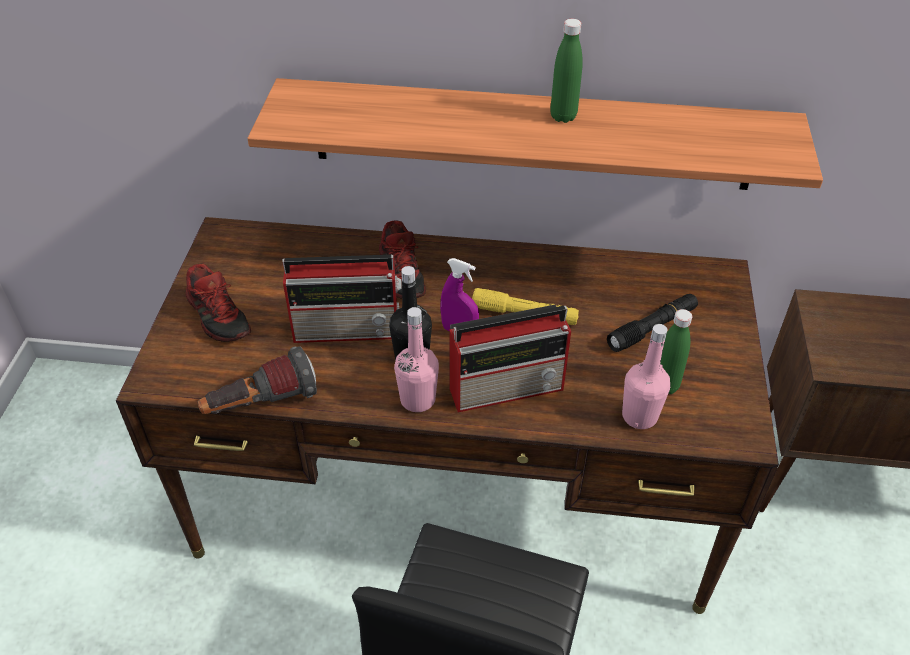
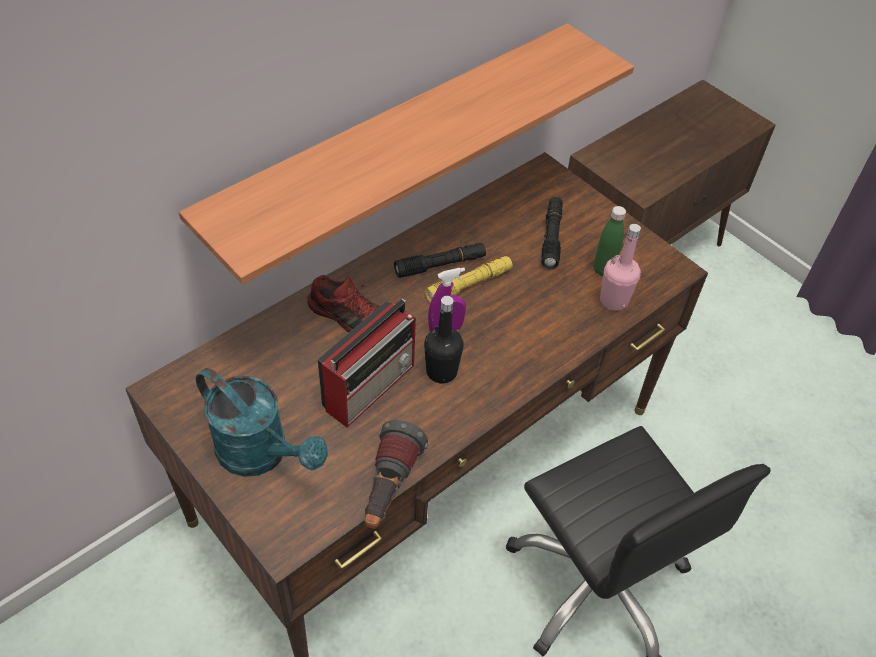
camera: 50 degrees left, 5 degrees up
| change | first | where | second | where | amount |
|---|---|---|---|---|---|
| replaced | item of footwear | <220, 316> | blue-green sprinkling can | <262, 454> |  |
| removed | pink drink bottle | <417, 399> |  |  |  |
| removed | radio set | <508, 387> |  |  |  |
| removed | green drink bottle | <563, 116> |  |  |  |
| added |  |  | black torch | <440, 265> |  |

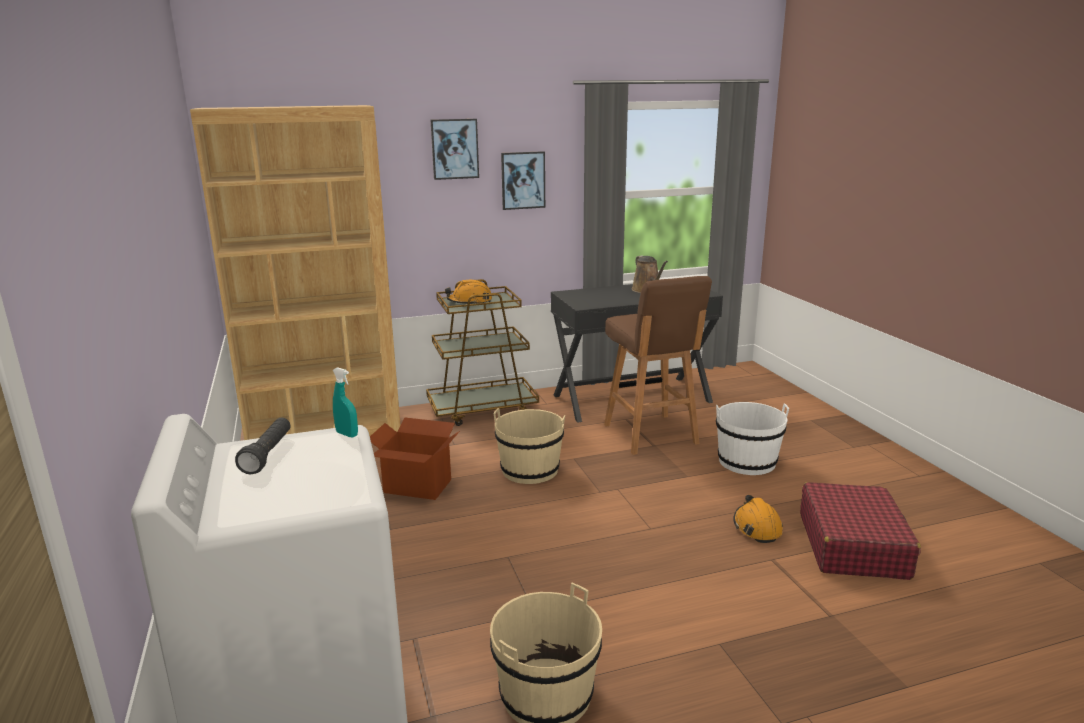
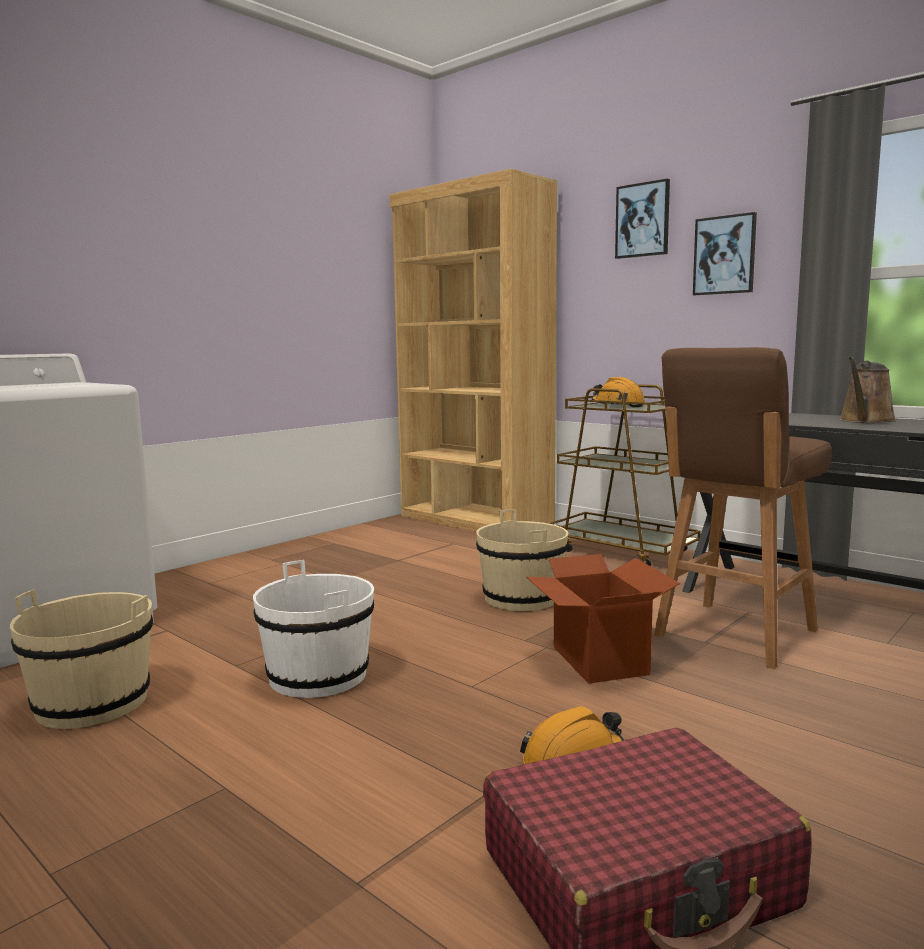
camera: 60 degrees right, 10 degrees down
| change | first | where | second | where | amount |
|---|---|---|---|---|---|
| removed | black torch | <268, 455> |  |  |  |
| removed | blue-green hand sprayer | <347, 434> |  |  |  |
| moved | carton | <417, 487> |  | <598, 661> |  |
| moved | white water bucket | <747, 462> |  | <318, 676> |  |

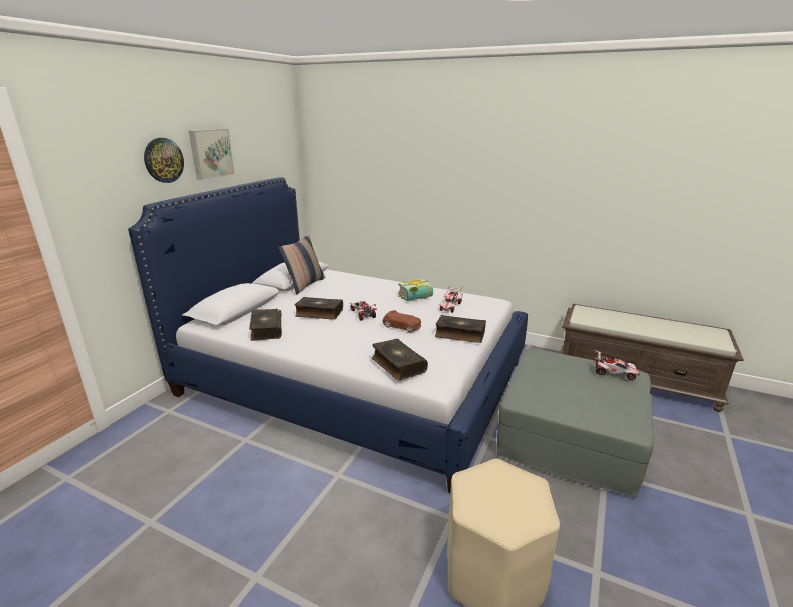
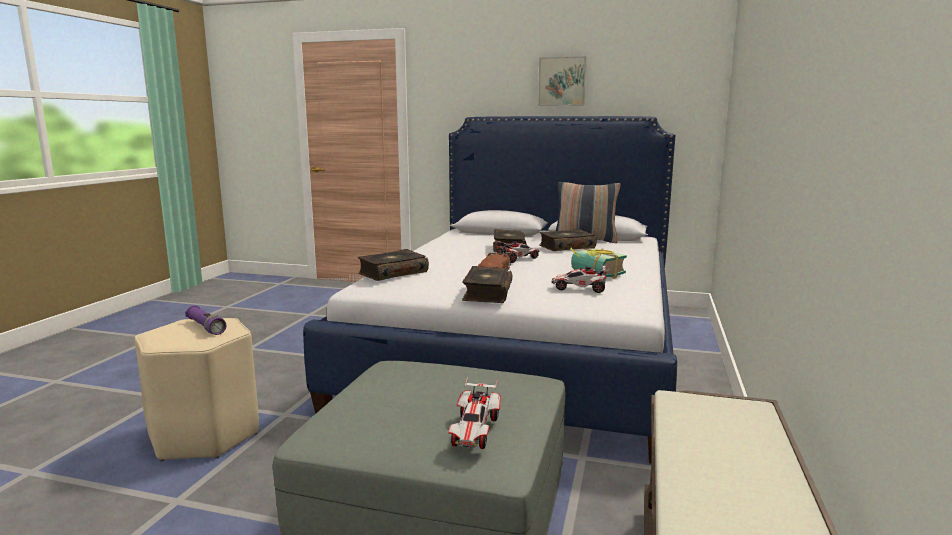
camera: 80 degrees right, 10 degrees down
| change | first | where | second | where | amount |
|---|---|---|---|---|---|
| removed | wall clock | <163, 160> |  |  |  |
| moved | book | <266, 330> |  | <566, 247> |  |
| added |  |  | purple-coloured torch | <206, 327> |  |

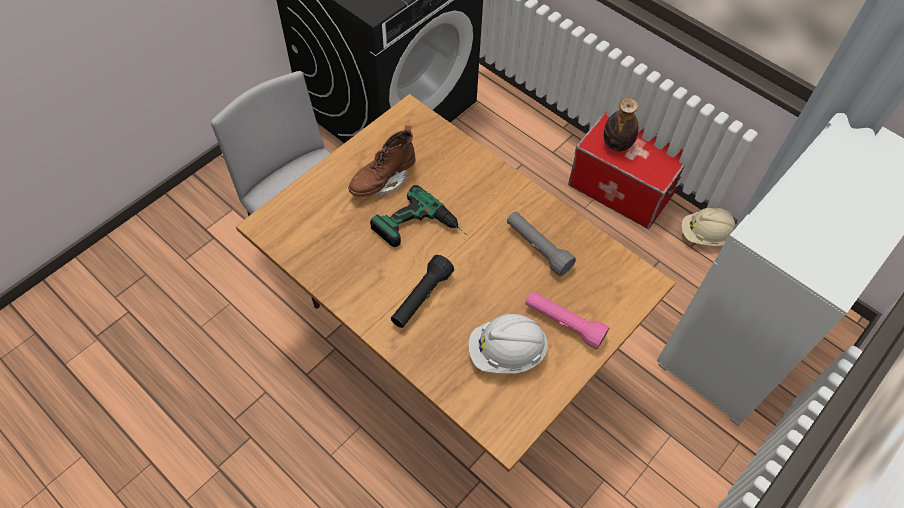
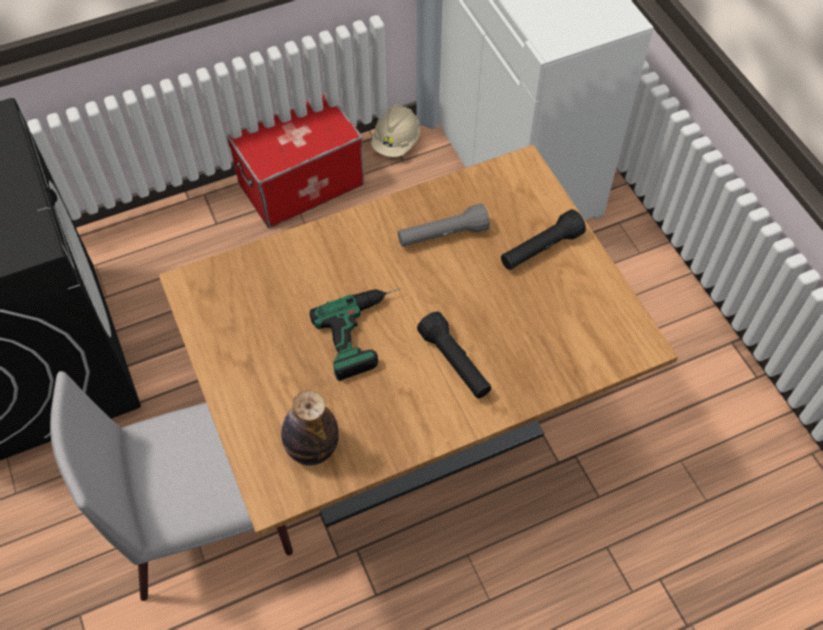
camera: 65 degrees left, 0 degrees up
| change | first | where | second | where | amount |
|---|---|---|---|---|---|
| removed | brown-coloured boot | <383, 180> |  |  |  |
| removed | white hard hat | <506, 353> |  |  |  |
| recoloured | pink torch | <563, 323> | black torch | <540, 249> |  |
| moved | drink bottle | <616, 144> |  | <312, 448> |  |

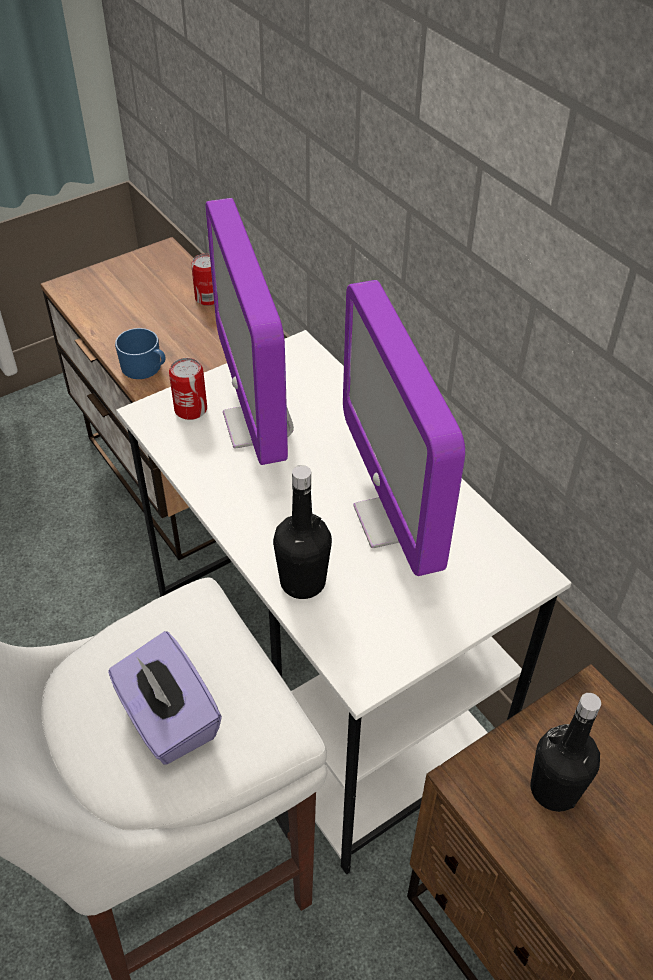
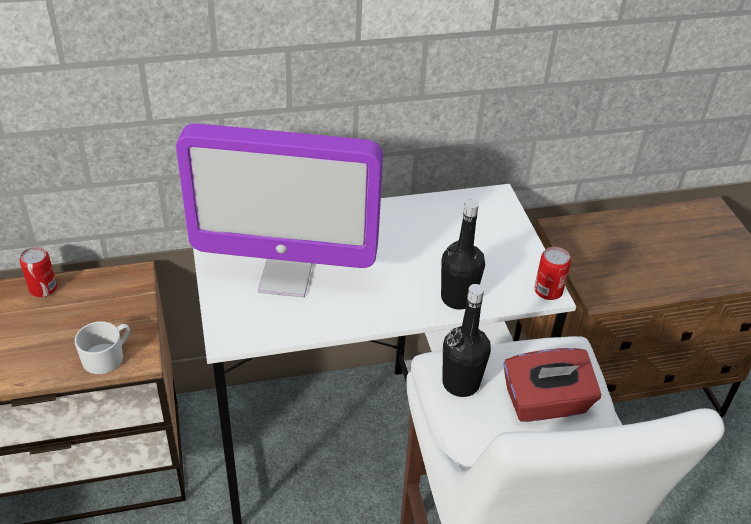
camera: 70 degrees left, 5 degrees down
| change | first | where | second | where | amount |
|---|---|---|---|---|---|
| recoloured | purple-coloured box of tissues | <168, 719> | red box of tissues | <546, 403> |  |
| recoloured | blue mug | <145, 368> | white mug | <108, 356> |  |
| moved | can | <190, 409> |  | <548, 290> |  |
| removed | monitor | <393, 520> |  |  |  |
| moved | black drink bottle | <554, 789> |  | <460, 383> |  |

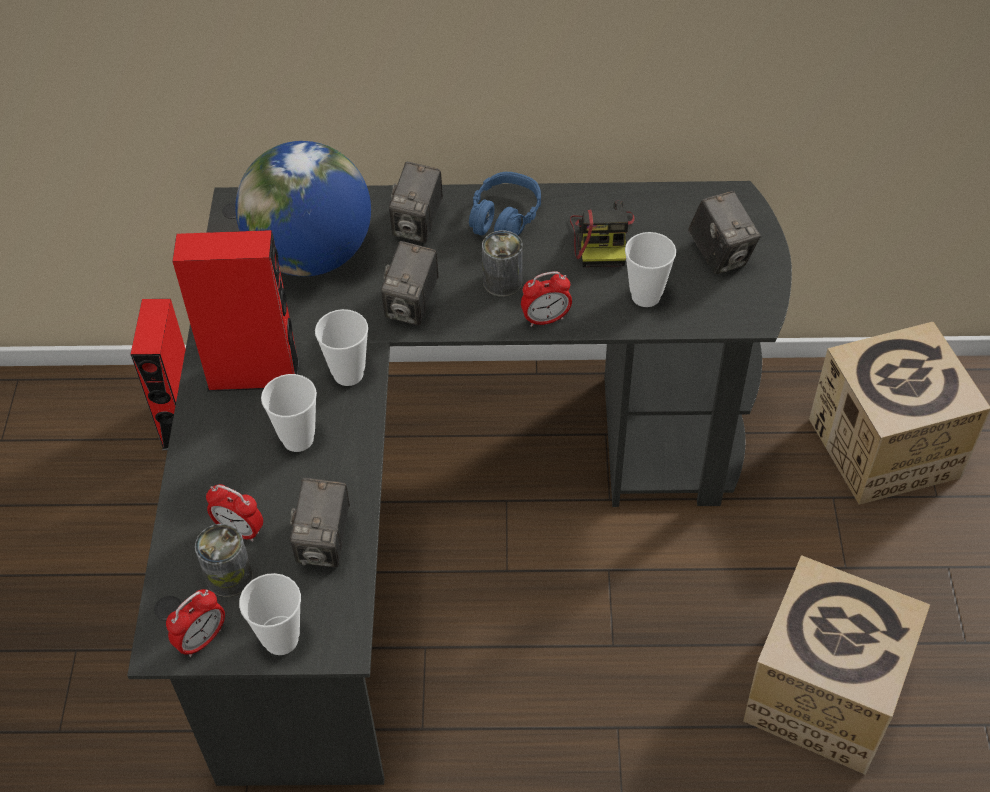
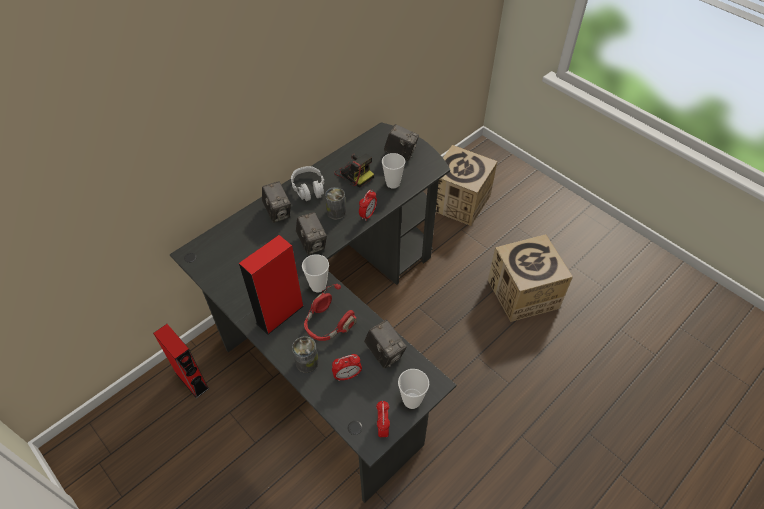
camera: 45 degrees left, 0 degrees up
| change | first | where | second | where | amount |
|---|---|---|---|---|---|
| moved | can | <229, 576> |  | <307, 362> |  |
| removed | desk globe | <312, 255> |  |  |  |
| replaced | cup | <298, 439> | red headset | <328, 324> |  |
| recoloured | blue headset | <504, 217> | gray headset | <309, 188> |  |

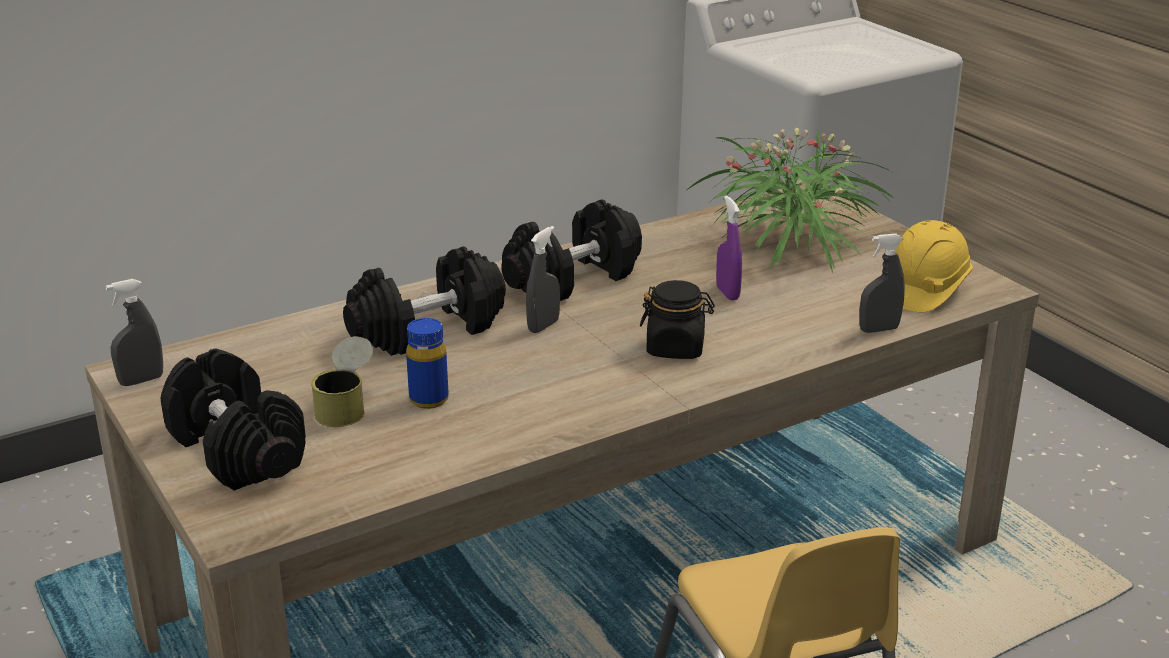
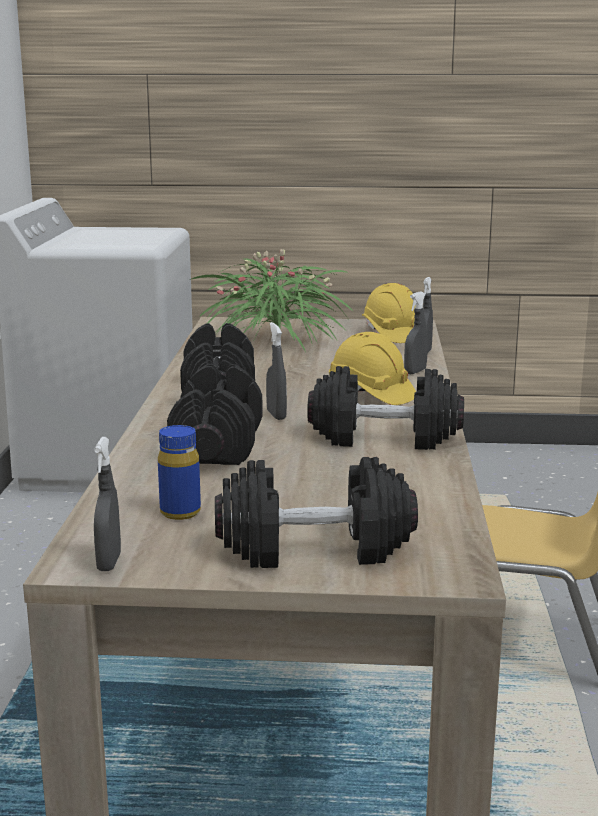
camera: 55 degrees left, 10 degrees down
| change | first | where | second | where | amount |
|---|---|---|---|---|---|
| removed | can | <347, 406> |  |  |  |
| moved | blue drink bottle | <429, 400> |  | <180, 512> |  |
| replaced | black preserve jar | <675, 348> | yellow hard hat | <371, 394> |  |
| removed | purple-coloured hand sprayer | <727, 293> |  |  |  |
| added |  |  | black free weight | <385, 437> |  |
| added |  |  | gray hand sprayer | <415, 371> |  |

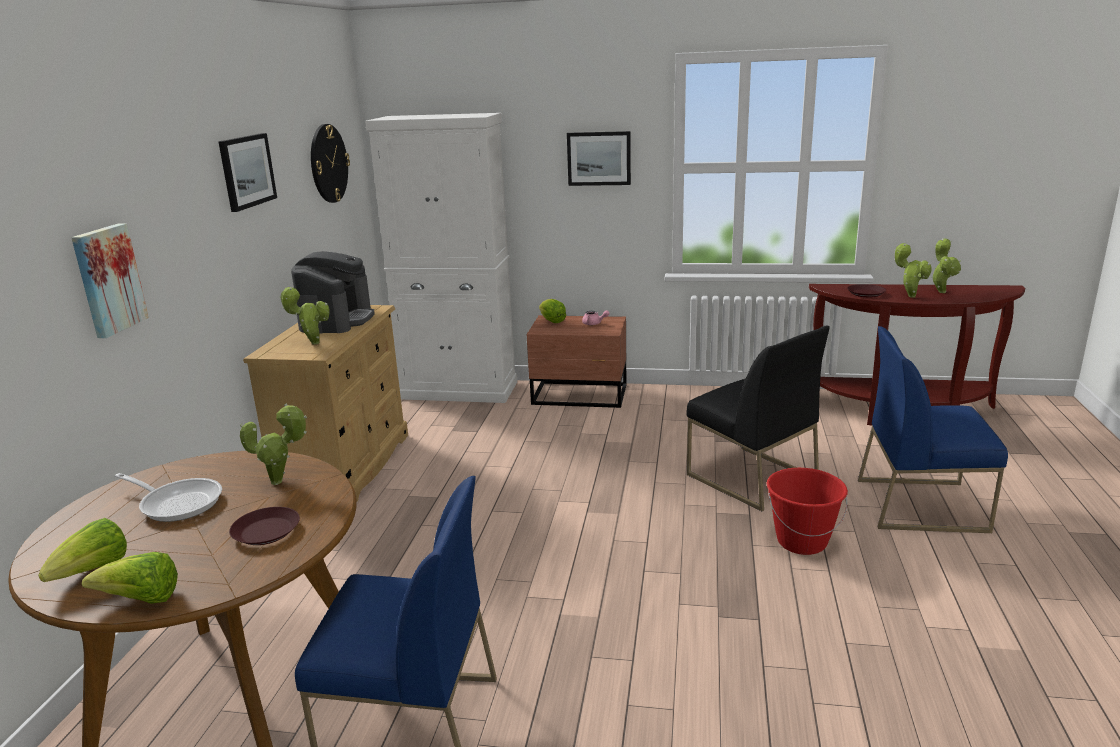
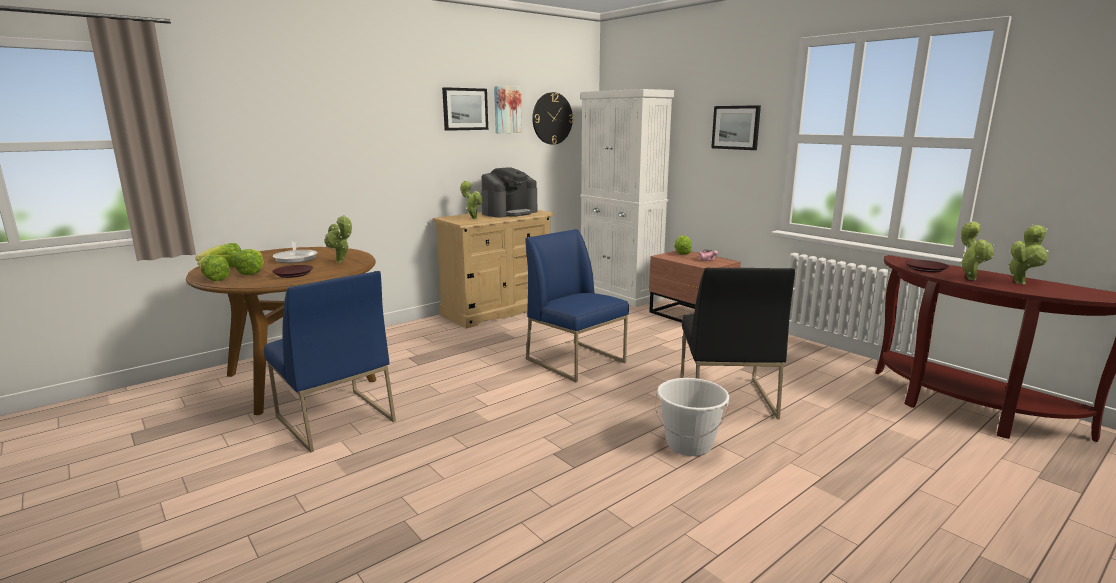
camera: 40 degrees right, 5 degrees down
| change | first | where | second | where | amount |
|---|---|---|---|---|---|
| moved | picture | <107, 279> |  | <507, 110> |  |
| recoloured | red water bucket | <801, 541> | white water bucket | <689, 445> |  |
| moved | blue plain chair | <921, 504> |  | <576, 361> |  |
| added |  |  | head of lettuce | <252, 272> |  |

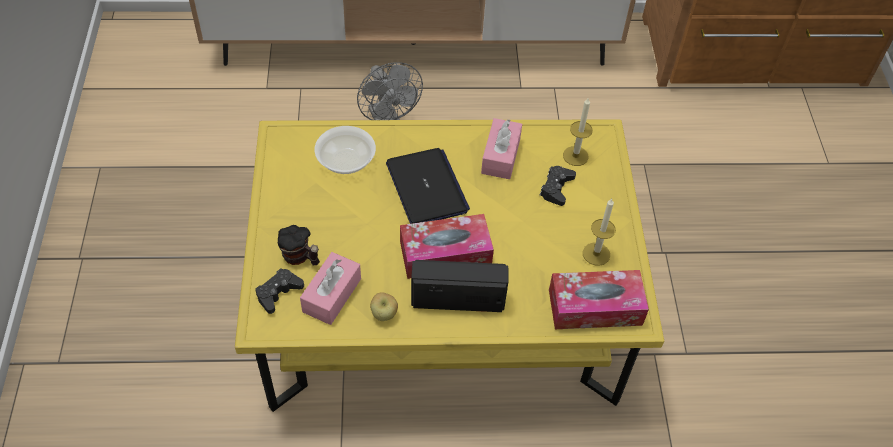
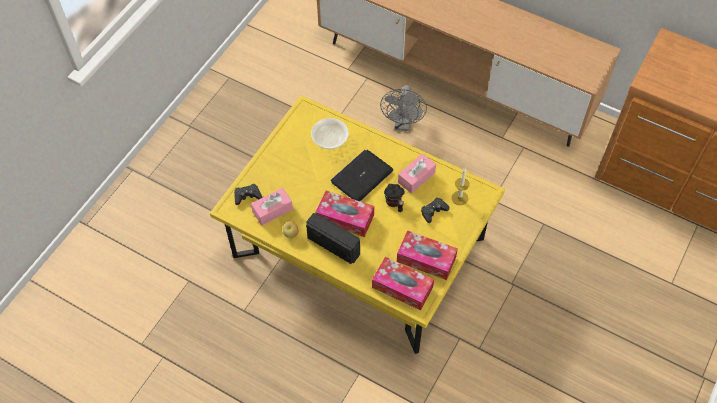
camera: 35 degrees right, 5 degrees up
| change | first | where | second | where | amount |
|---|---|---|---|---|---|
| moved | mug | <300, 258> |  | <394, 203> |  |
| turned | portable computer | <427, 188> |  | <362, 176> | 150 degrees counterclockwise |
| replaced | wax candle | <596, 254> | box of tissues | <426, 259> |  |

